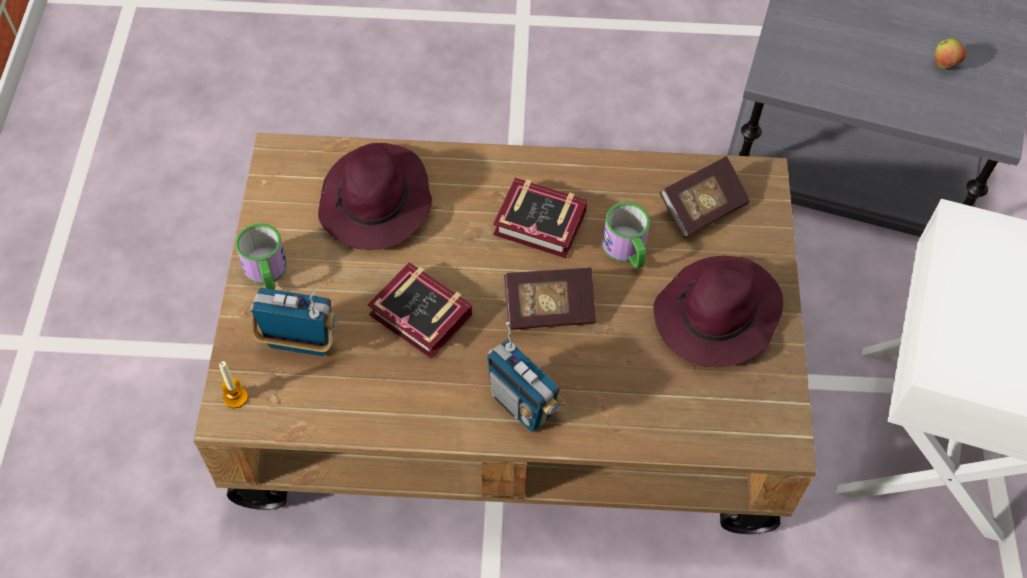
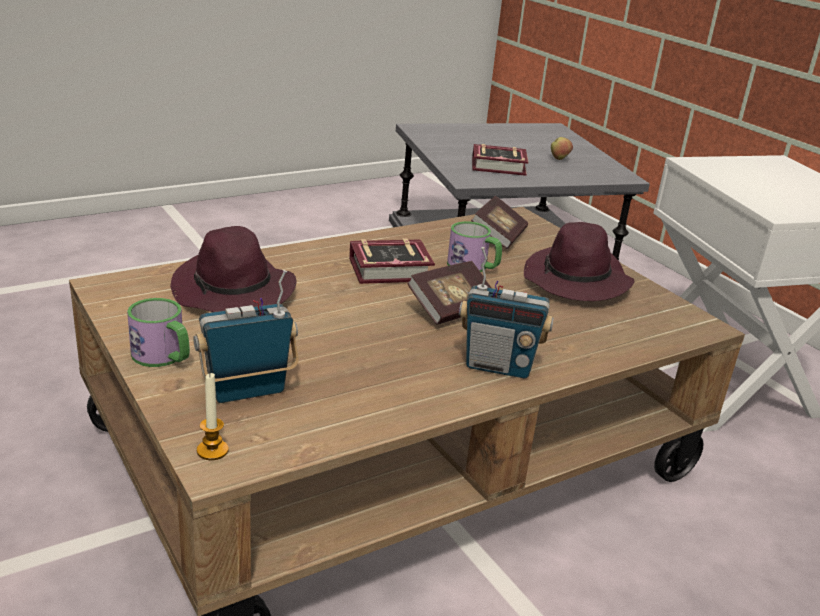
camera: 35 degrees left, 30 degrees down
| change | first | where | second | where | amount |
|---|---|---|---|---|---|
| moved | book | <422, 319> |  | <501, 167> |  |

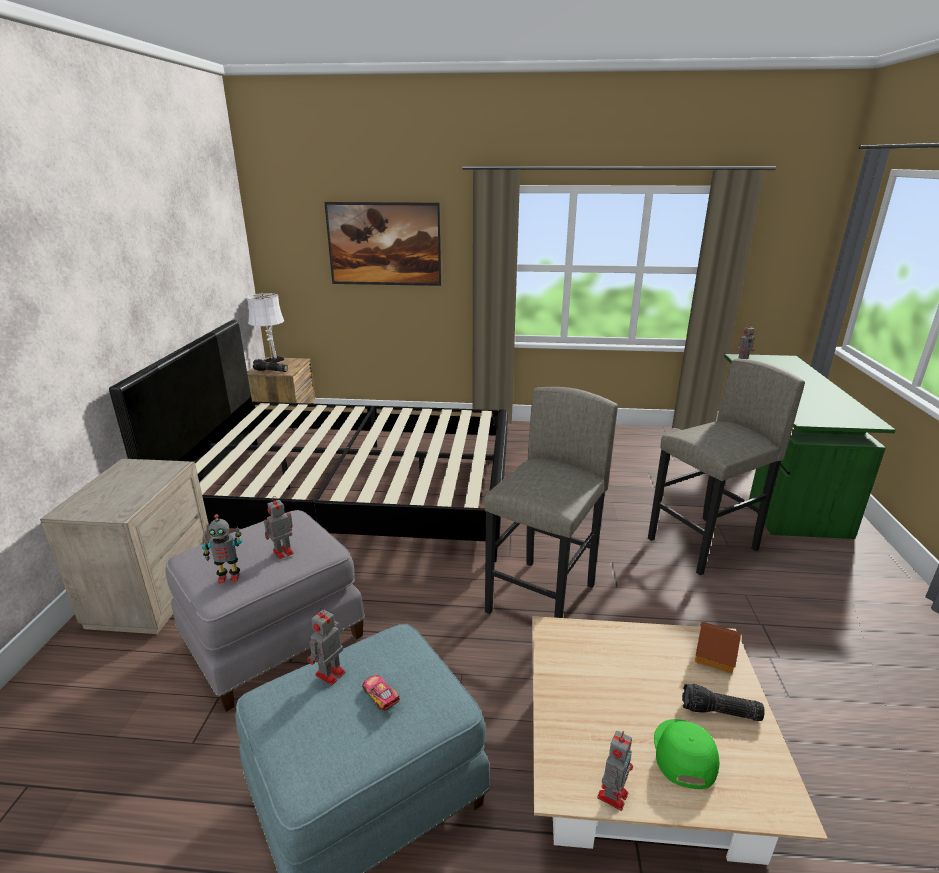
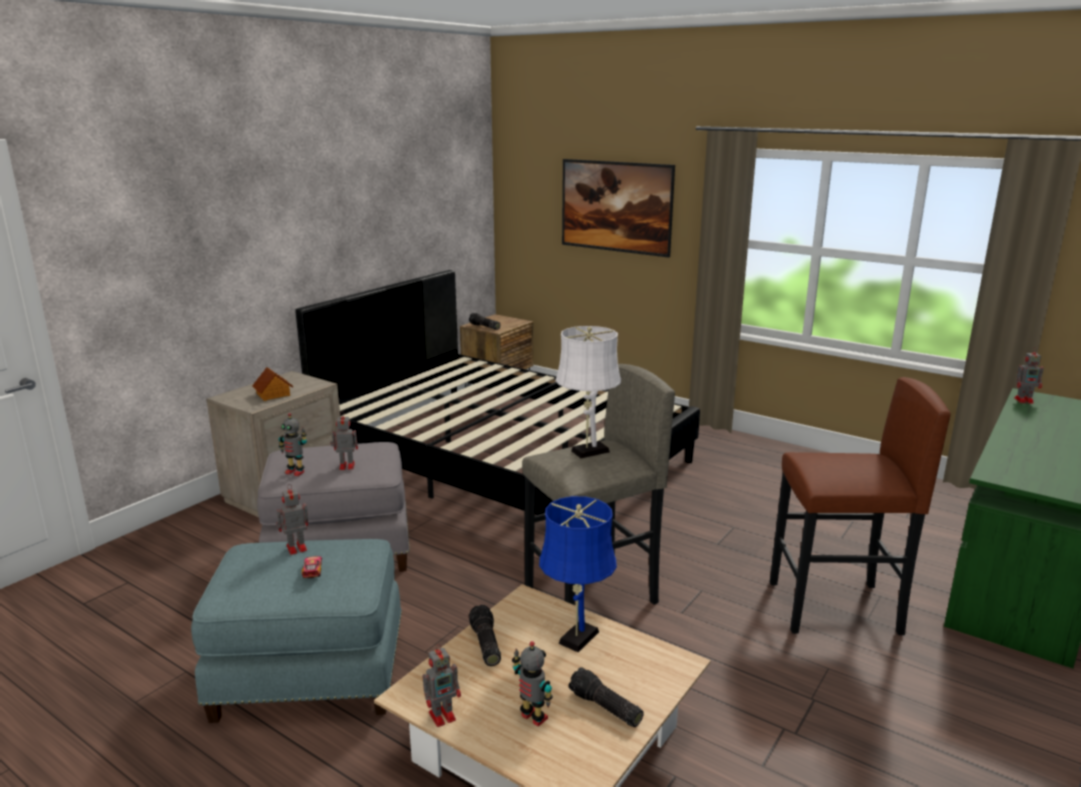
camera: 30 degrees right, 5 degrees down
| change | first | where | second | where | amount |
|---|---|---|---|---|---|
| moved | white table lamp | <272, 361> |  | <587, 452> |  |
| recoloured | gray stool seat | <703, 545> | brown-coloured stool seat | <834, 608> |  |
| replaced | green cap | <683, 754> | model robot | <533, 718> |  |
| moved | miniature house | <715, 655> |  | <273, 394> |  |
| added |  |  | torch | <484, 644> |  |
| added |  |  | blue table lamp | <576, 640> |  |

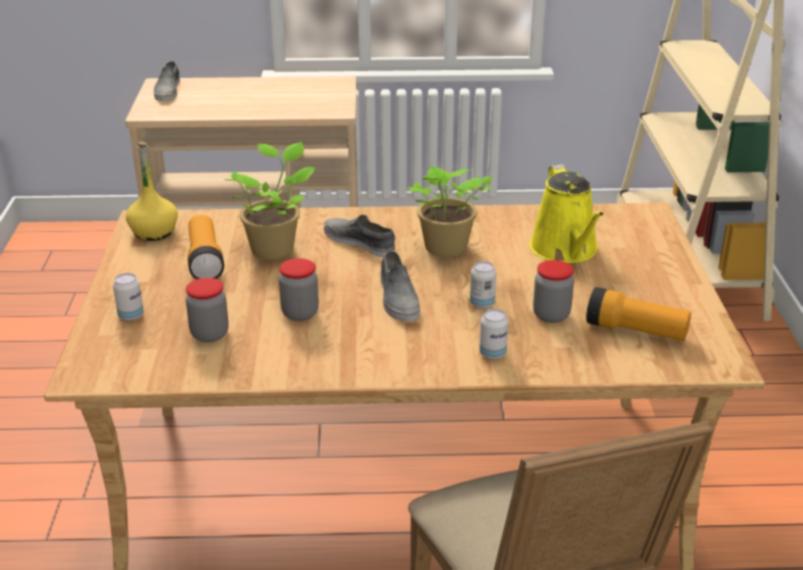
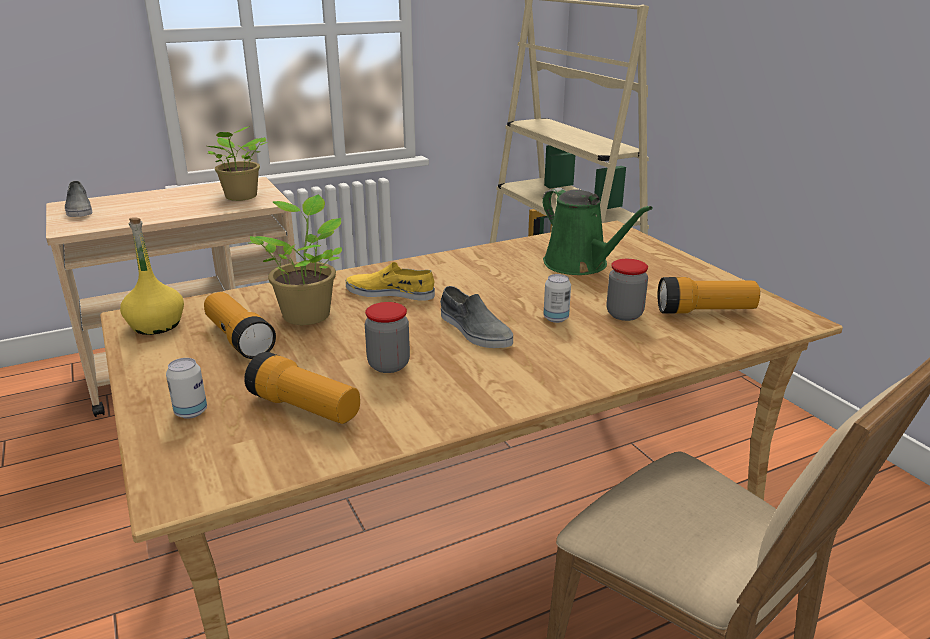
camera: 25 degrees left, 5 degrees down
| change | first | where | second | where | amount |
|---|---|---|---|---|---|
| replaced | preserve jar | <209, 334> | torch | <305, 408> |  |
| recoloured | gray item of footwear | <359, 242> | yellow item of footwear | <390, 293> |  |
| moved | plant in a pot | <444, 249> |  | <241, 197> |  |
| removed | can | <492, 354> |  |  |  |
| recoloured | yellow sprinkling can | <566, 250> | green sprinkling can | <580, 265> |  |

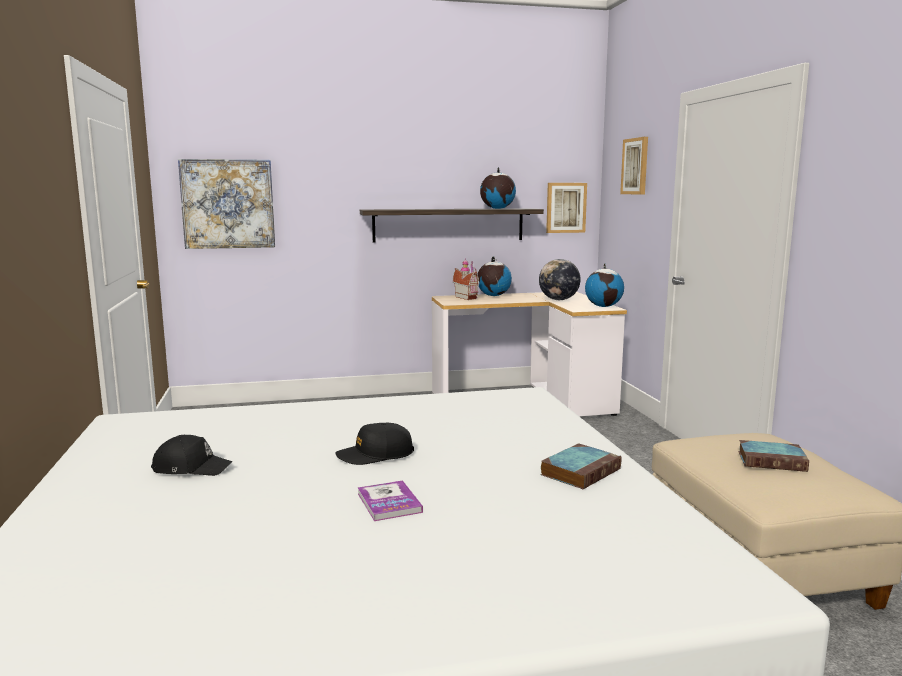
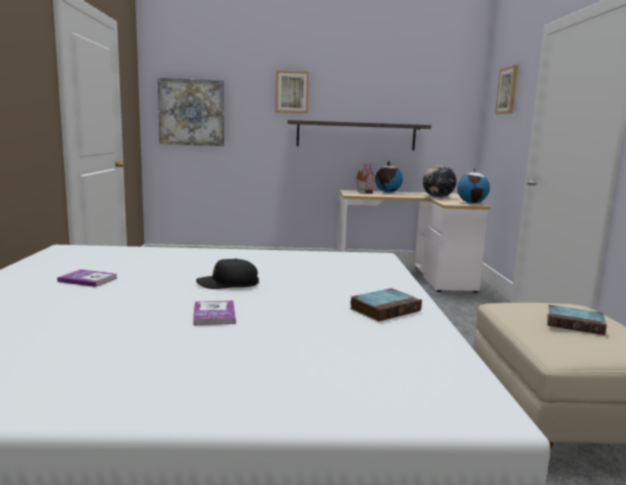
camera: 10 degrees right, 0 degrees up
| change | first | where | second | where | amount |
|---|---|---|---|---|---|
| replaced | black cap | <191, 468> | book | <88, 279> |  |
| removed | desk globe | <497, 208> |  |  |  |
| moved | picture | <566, 207> |  | <292, 92> |  |

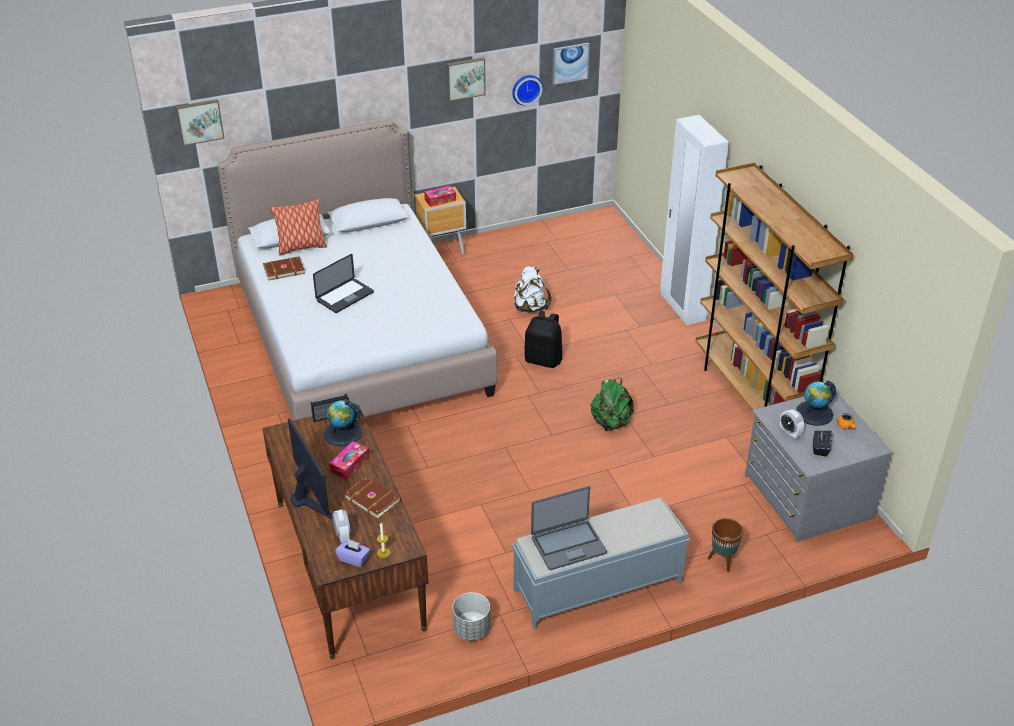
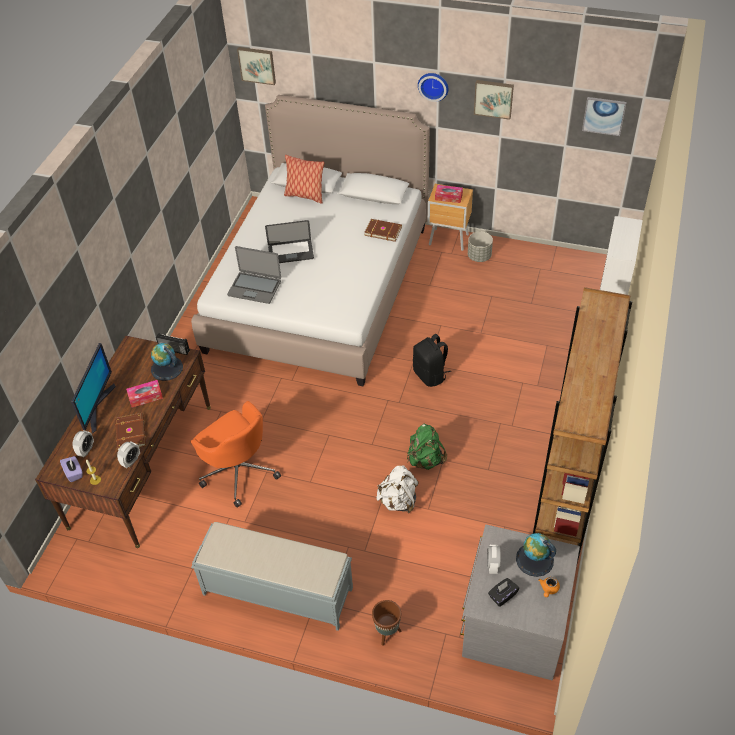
camera: 40 degrees right, 10 degrees up
| change | first | where | second | where | amount |
|---|---|---|---|---|---|
| moved | brown-coloured book | <283, 269> |  | <383, 231> |  |
| moved | gray planter | <472, 629> |  | <479, 256> |  |
| moved | wall clock | <526, 89> |  | <433, 85> |  |
| moved | white knapsack | <530, 308> |  | <398, 501> |  |
| moved | portable computer | <568, 545> |  | <255, 288> |  |
| added |  |  | table clock | <131, 461> |  |
| added |  |  | orangey desk chair | <239, 471> |  |

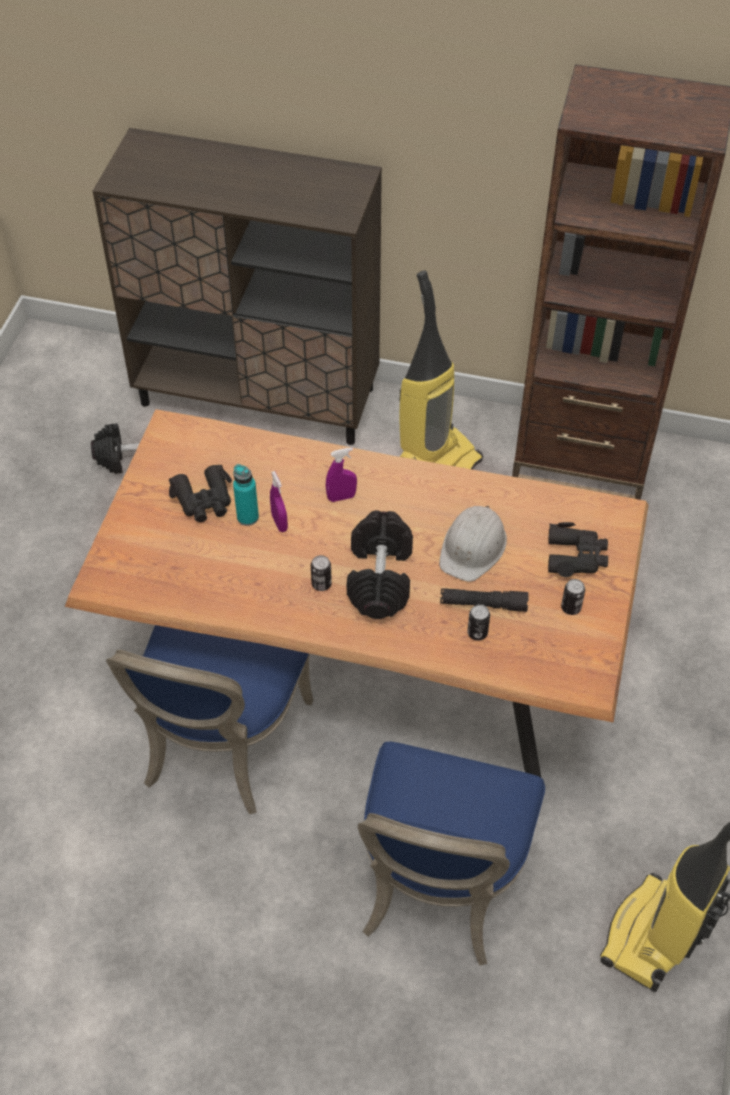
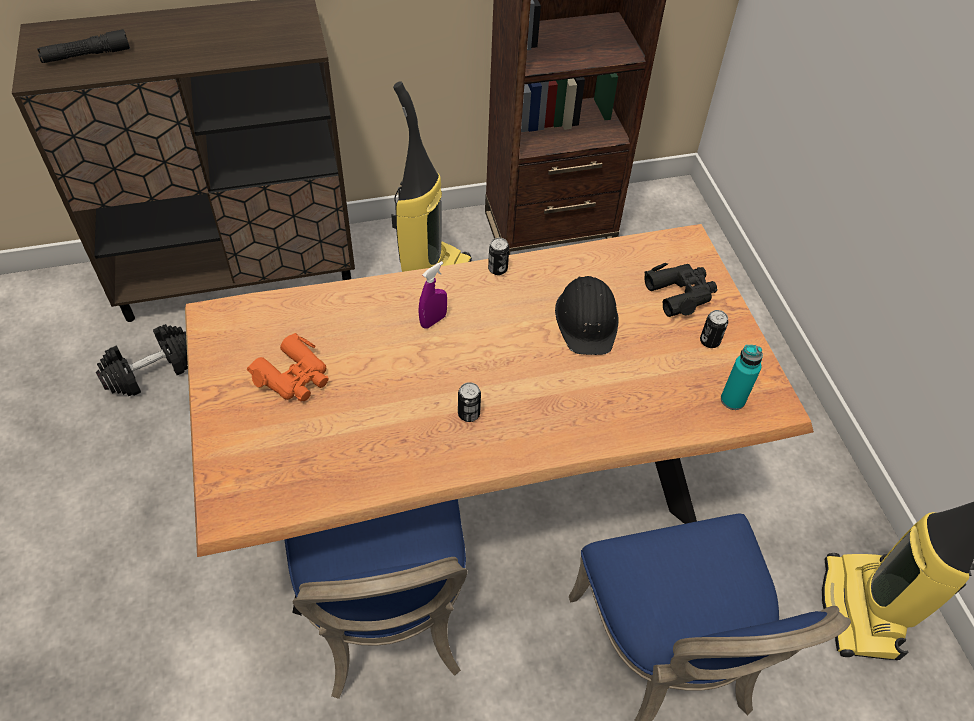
camera: 30 degrees left, 0 degrees up
| change | first | where | second | where | amount |
|---|---|---|---|---|---|
| recoloured | black binoculars | <204, 500> | orangey binoculars | <294, 377> |  |
| moved | blue-green drink bottle | <247, 517> |  | <732, 400> |  |
| removed | purple-coloured hand sprayer | <279, 523> |  |  |  |
| removed | black free weight | <379, 577> |  |  |  |
| recoloured | white hard hat | <473, 547> | black hard hat | <587, 320> |  |
| moved | black torch | <483, 604> |  | <86, 55> |  |
| moved | can | <477, 633> |  | <497, 269> |  |

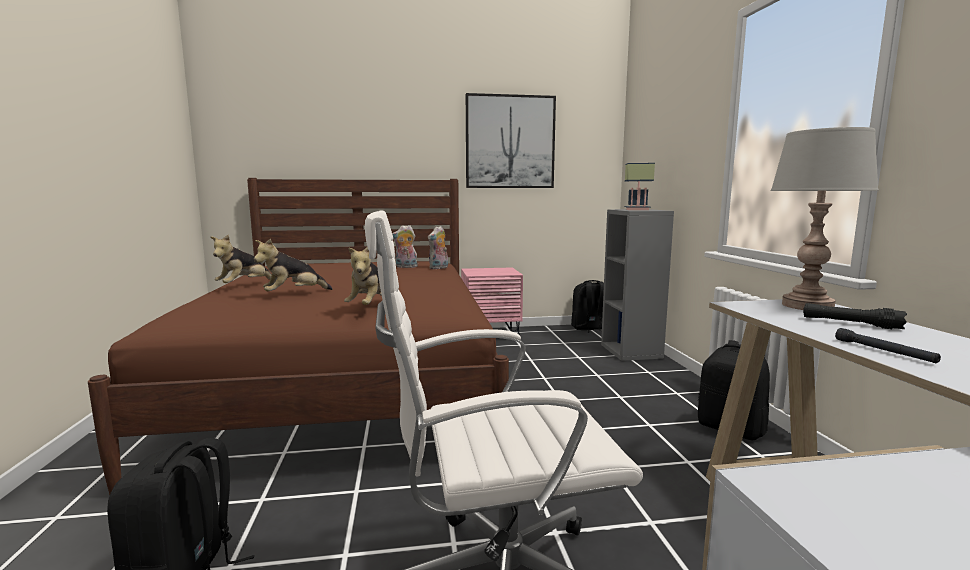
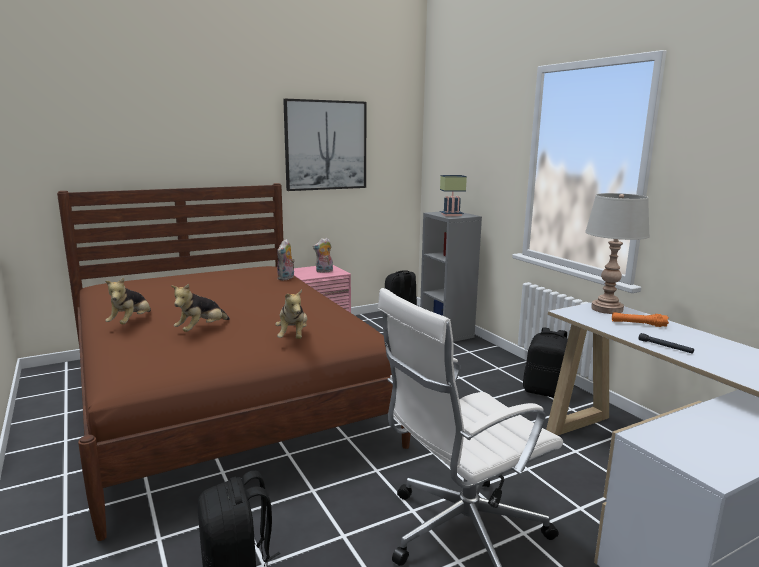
camera: 20 degrees left, 5 degrees up
| change | first | where | second | where | amount |
|---|---|---|---|---|---|
| moved | soft toy | <405, 267> |  | <324, 271> |  |
| recoloured | black torch | <850, 324> | orangey torch | <638, 324> |  |

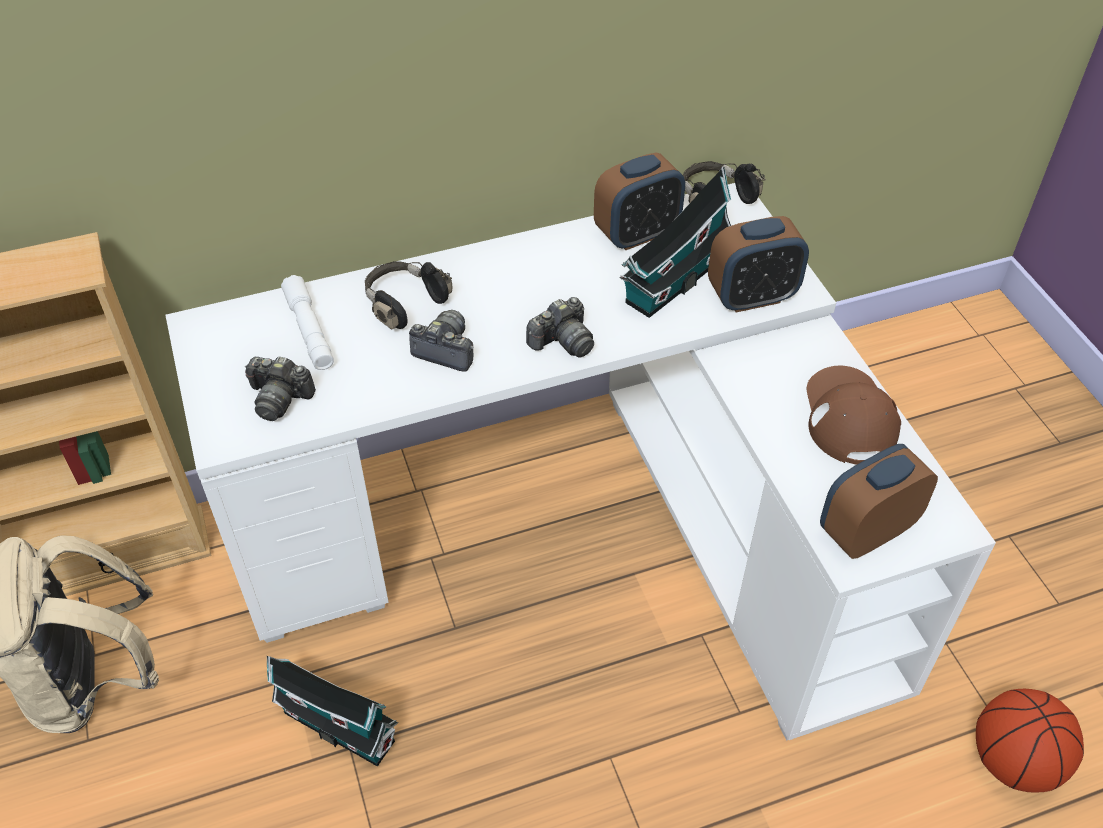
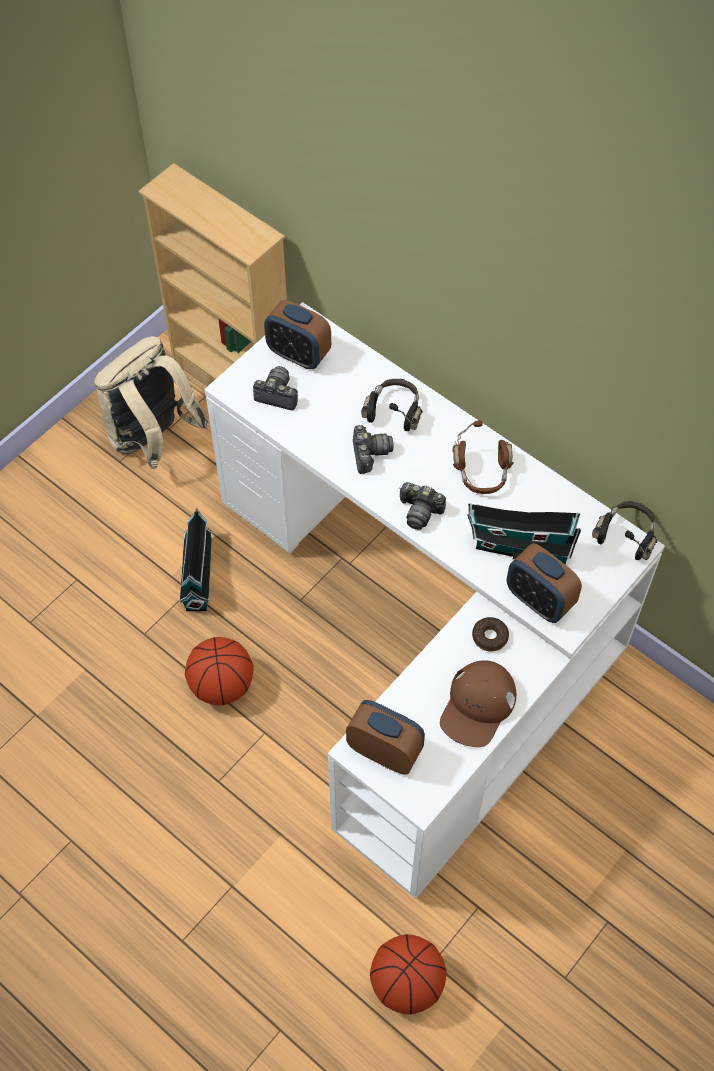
camera: 60 degrees right, 10 degrees up
| change | first | where | second | where | amount |
|---|---|---|---|---|---|
| turned | still camera | <279, 398> |  | <277, 395> | 120 degrees clockwise |
| removed | white torch | <309, 330> |  |  |  |
| moved | table clock | <637, 234> |  | <298, 354> |  |
| turned | brown-coloured cap | <849, 417> |  | <477, 706> | 150 degrees clockwise |
| added |  |  | basketball | <221, 685> |  |
| added |  |  | brown-coloured headset | <482, 473> |  |
| added |  |  | doughnut | <490, 637> |  |

